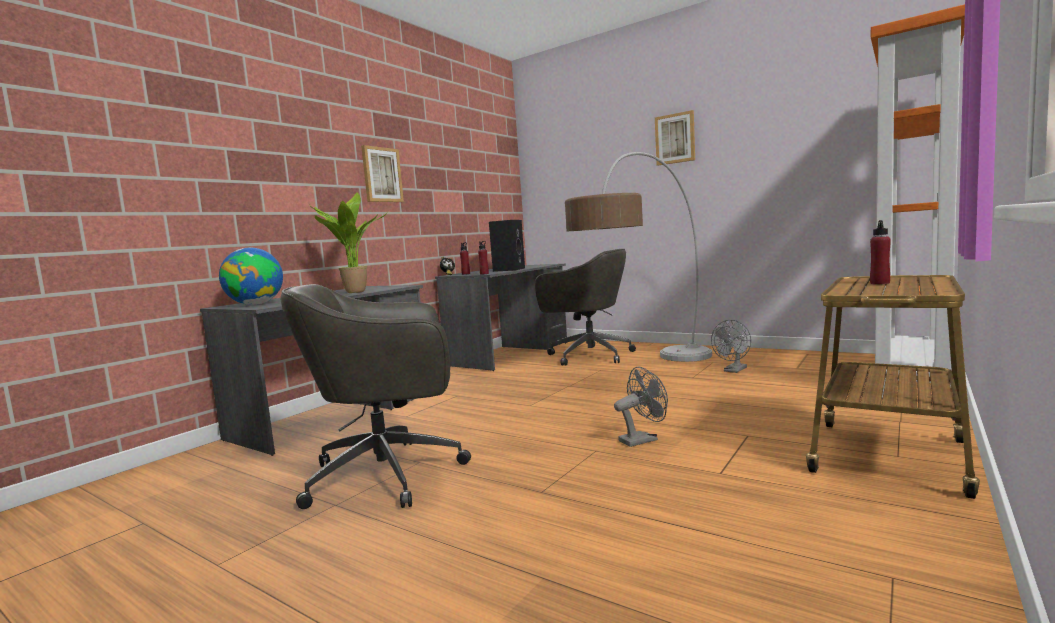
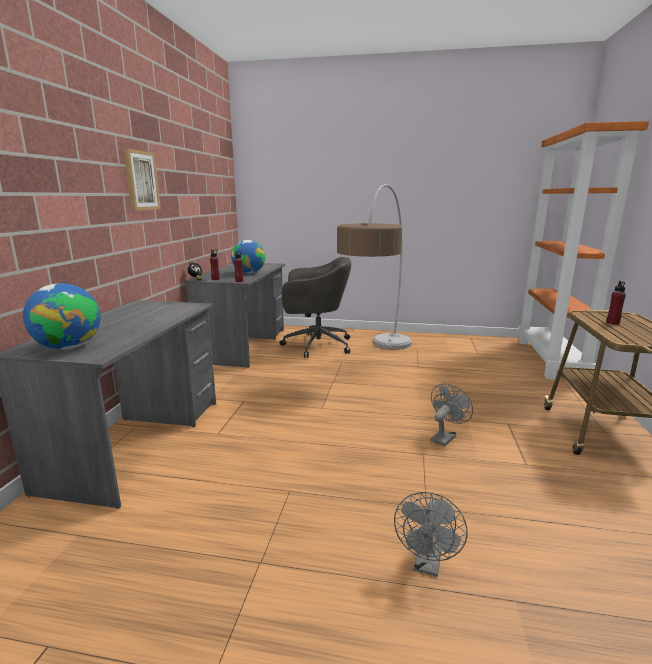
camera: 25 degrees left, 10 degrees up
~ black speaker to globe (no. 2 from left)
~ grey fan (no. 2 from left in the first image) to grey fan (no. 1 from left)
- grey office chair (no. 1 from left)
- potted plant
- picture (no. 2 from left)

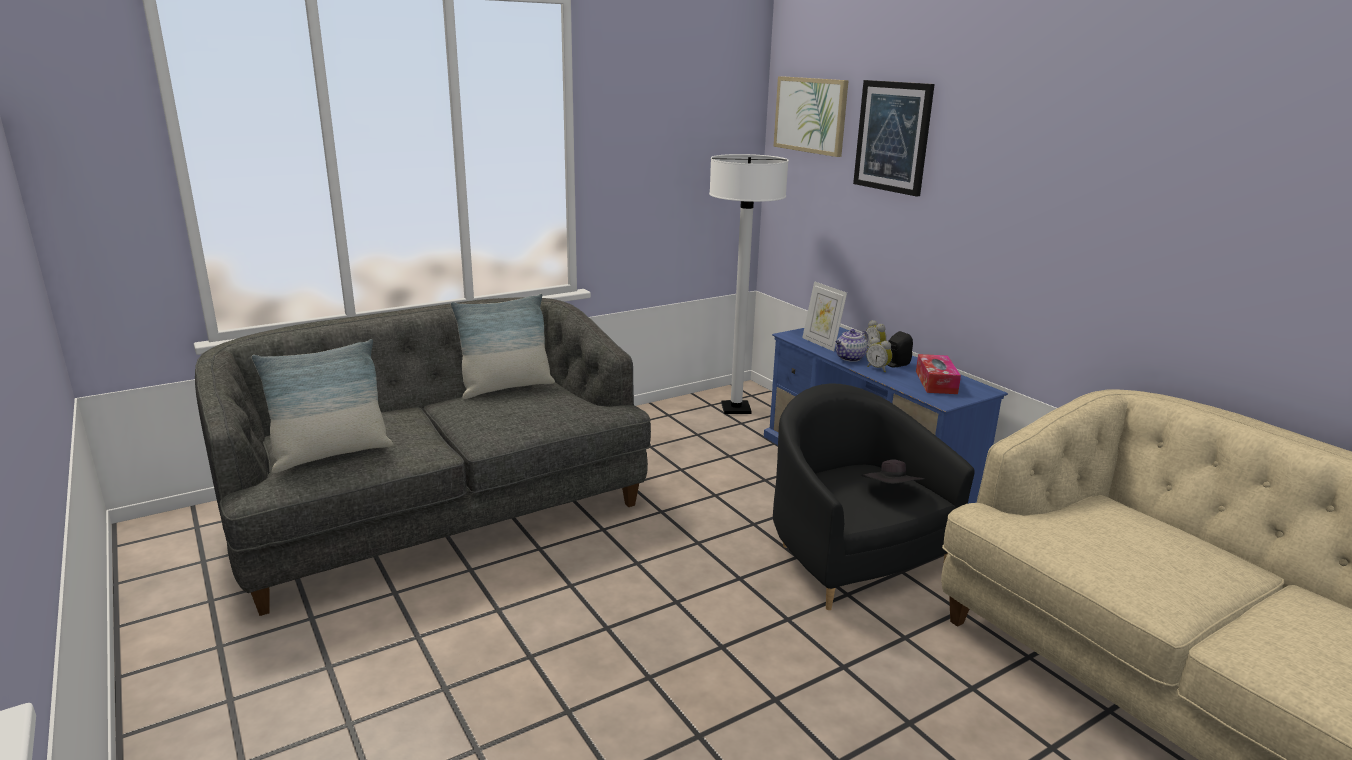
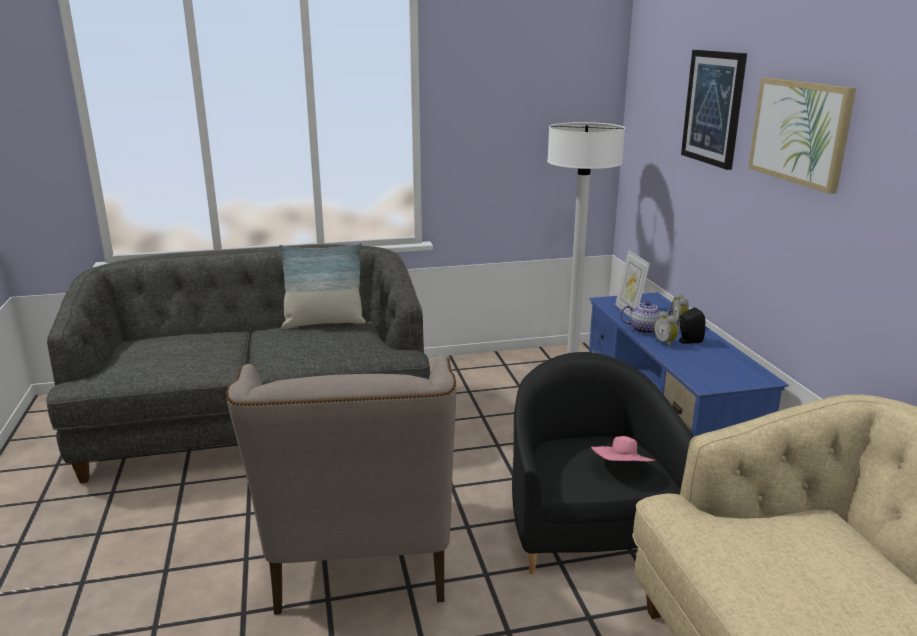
camera: 20 degrees right, 0 degrees up
+ beige armchair
~ black hat to pink hat
~ teapot 150 degrees counterclockwise
~ picture (no. 1 from left in the first image) to picture (no. 2 from left)
- pillow (no. 1 from left)
- tissue box

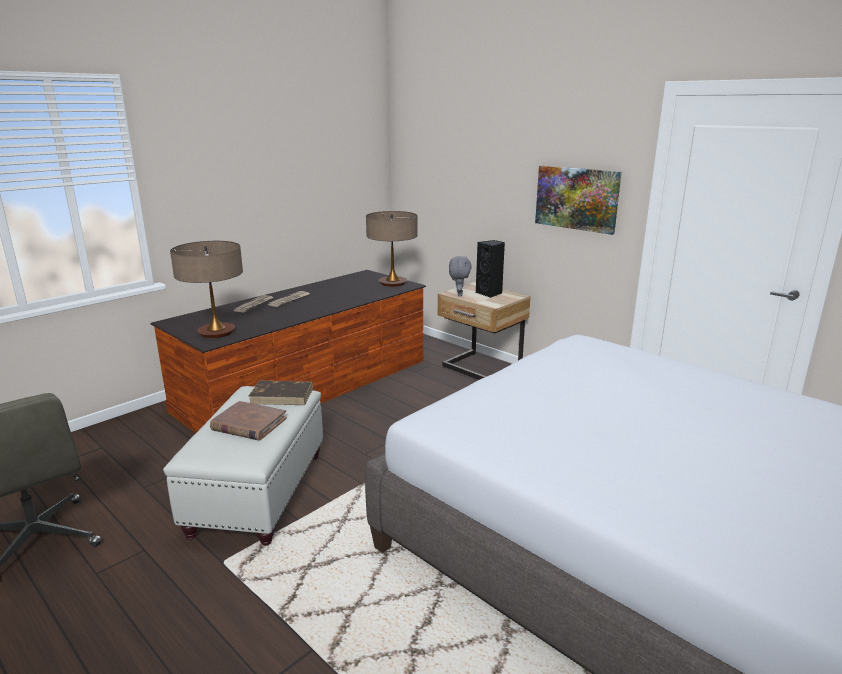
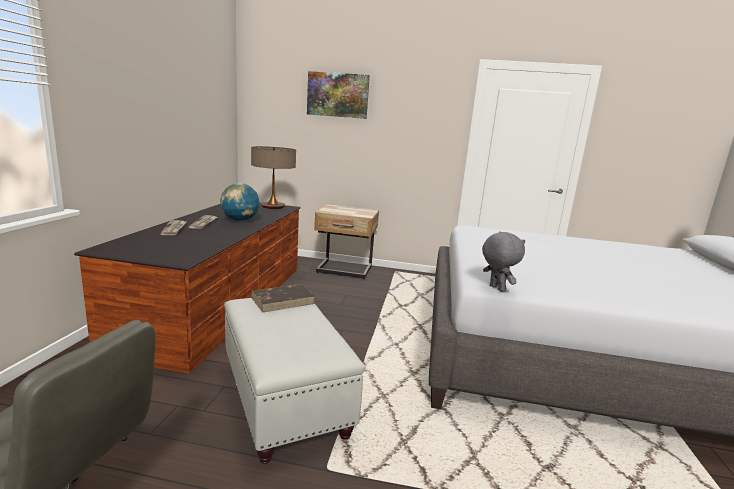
camera: 35 degrees left, 5 degrees down
+ globe
~ picture
~ grey plush toy
- table lamp (no. 1 from left)
- brown book (no. 1 from left)
- black speaker

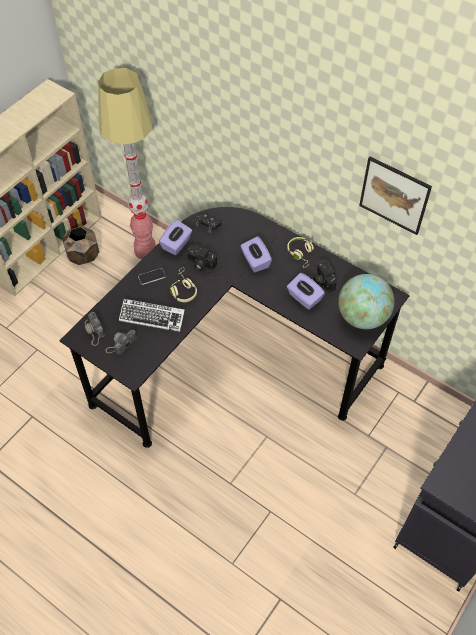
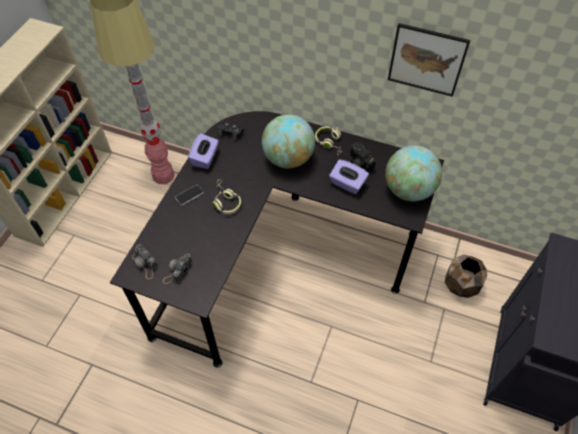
camera: 15 degrees left, 0 degrees up
~ purple tissue box (no. 2 from left) to globe (no. 1 from left)
~ brown planter
- keyboard
- photo camera (no. 3 from left)

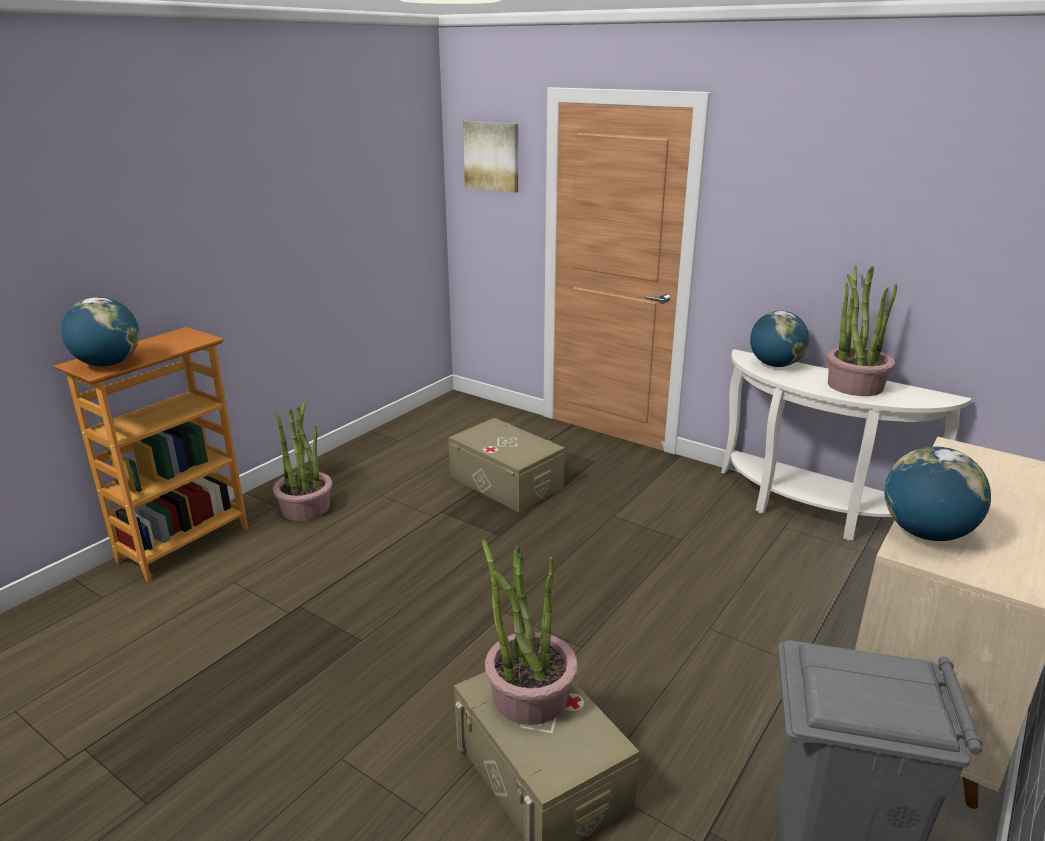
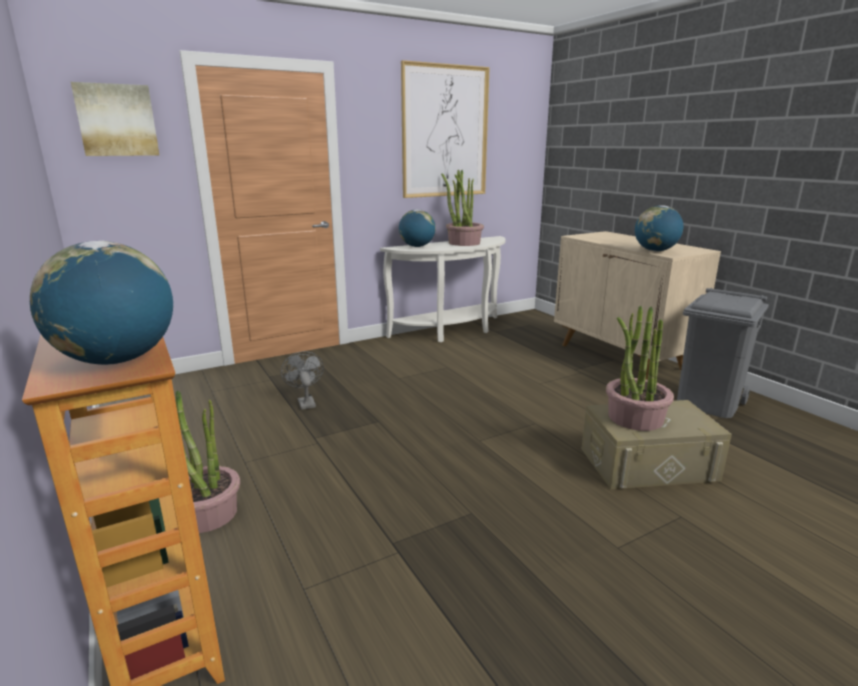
camera: 65 degrees left, 5 degrees down
~ beige storage box (no. 1 from left) to grey fan
+ picture (no. 2 from left)

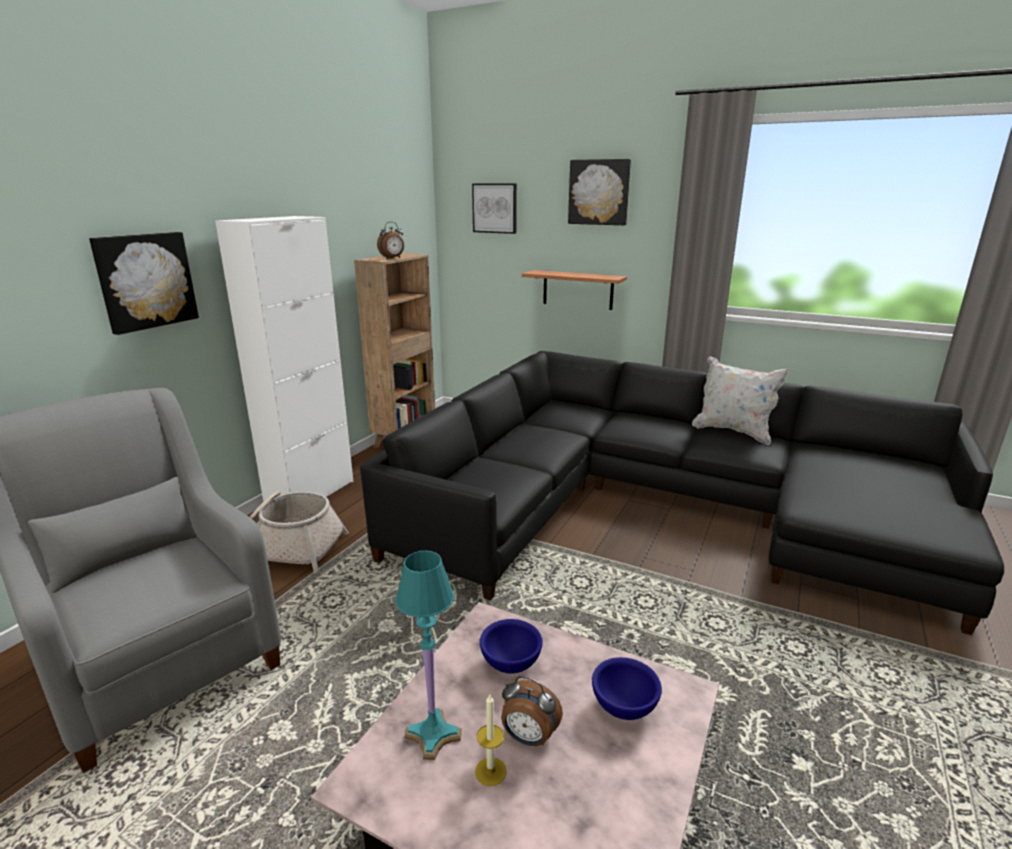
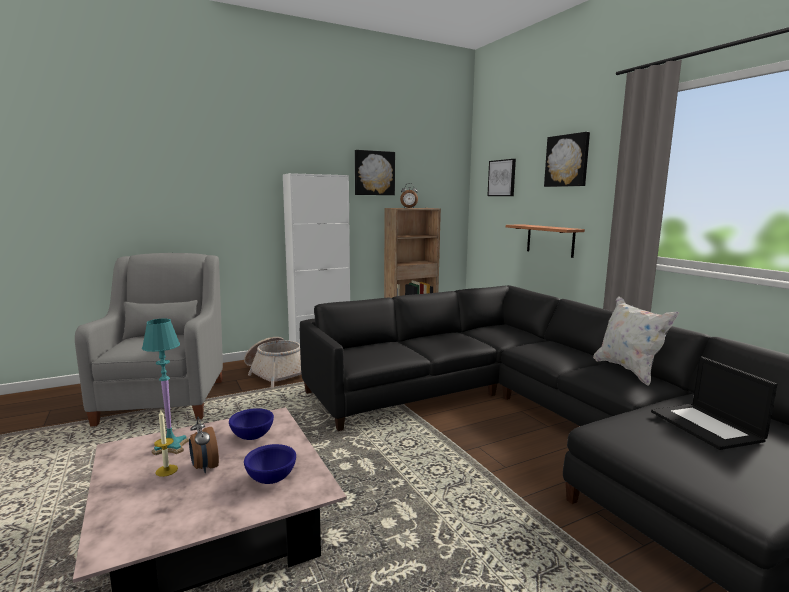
camera: 35 degrees right, 10 degrees down
~ picture (no. 1 from left)
+ laptop

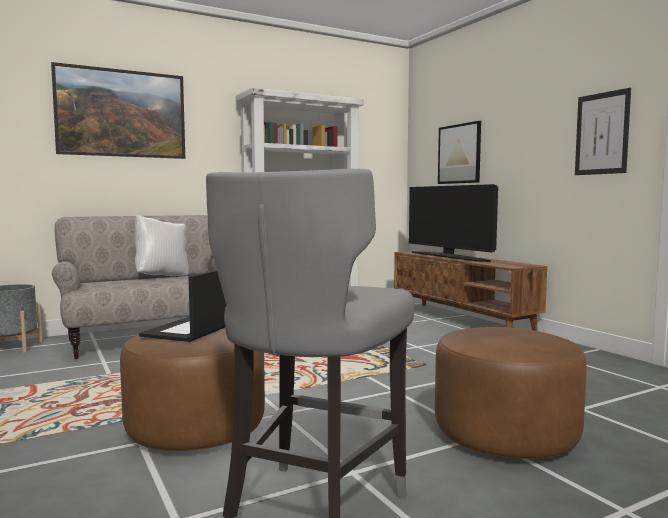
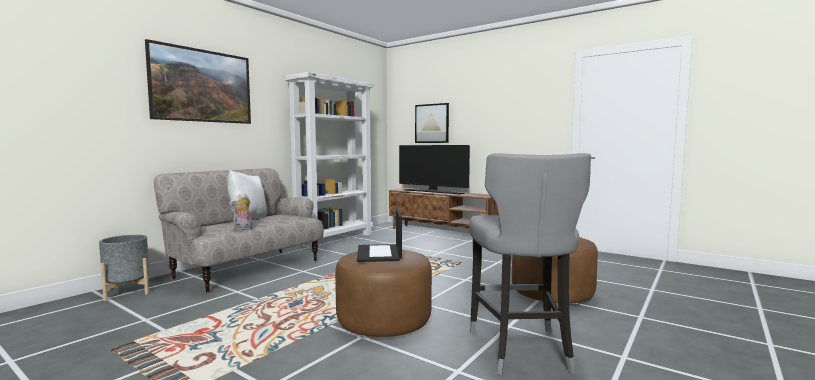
camera: 25 degrees left, 0 degrees up
+ plush toy
- picture (no. 3 from left)

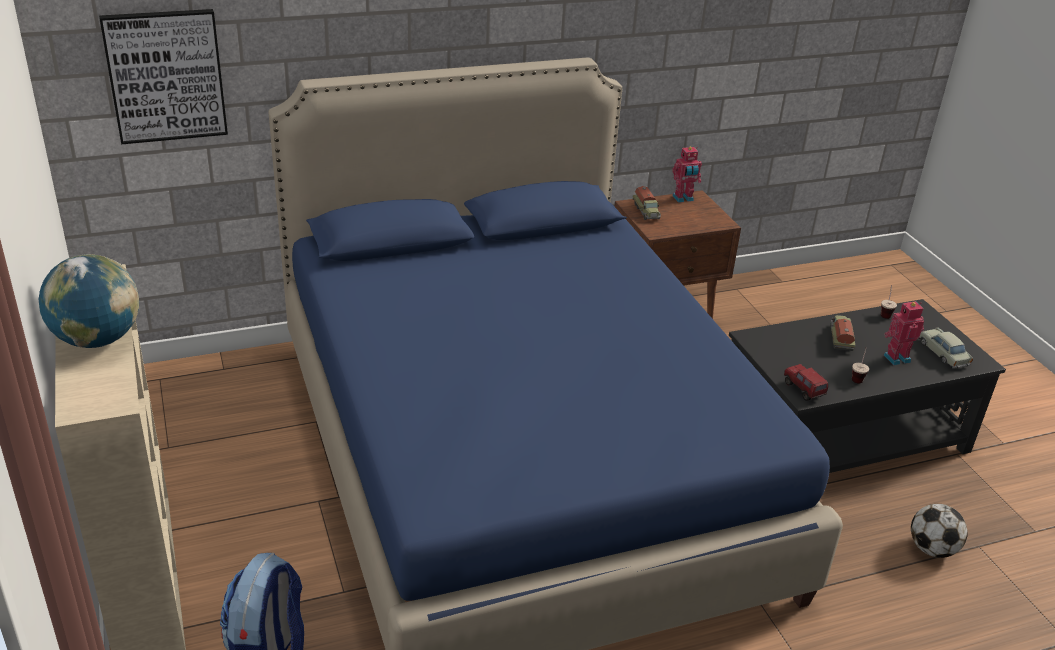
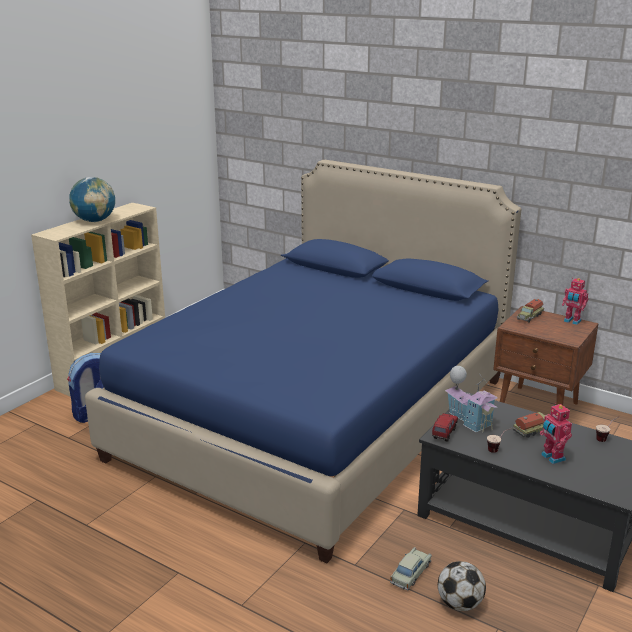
camera: 55 degrees right, 10 degrees down
~ beige toy car
+ toy house
~ toy robot (no. 2 from left in the first image) 150 degrees counterclockwise
- picture

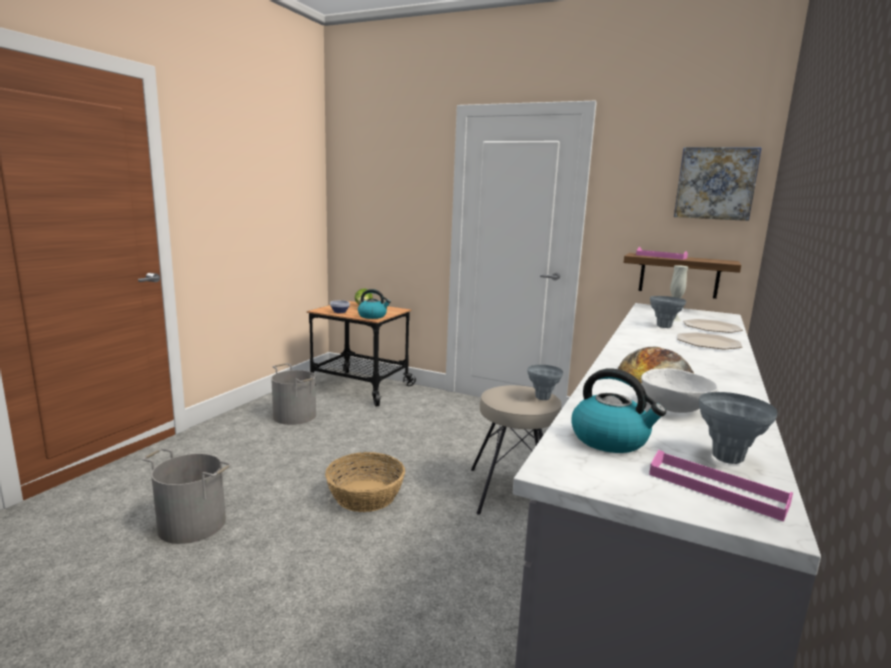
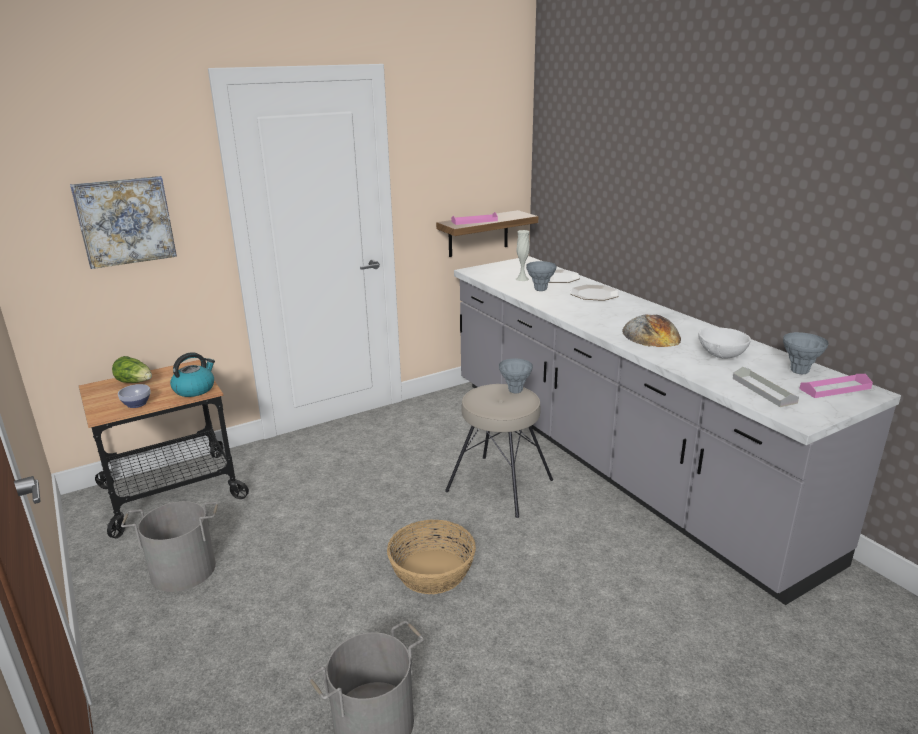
camera: 55 degrees left, 10 degrees up
~ picture
~ kettle (no. 2 from left) to grey tray

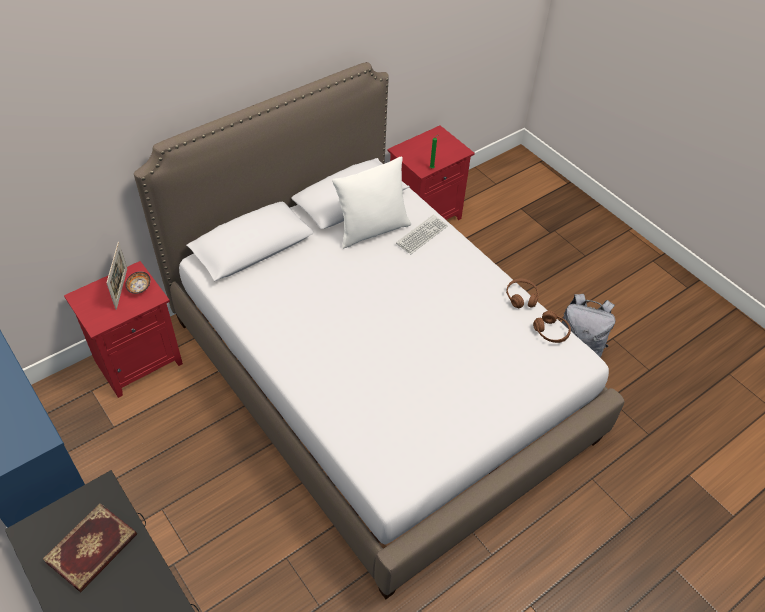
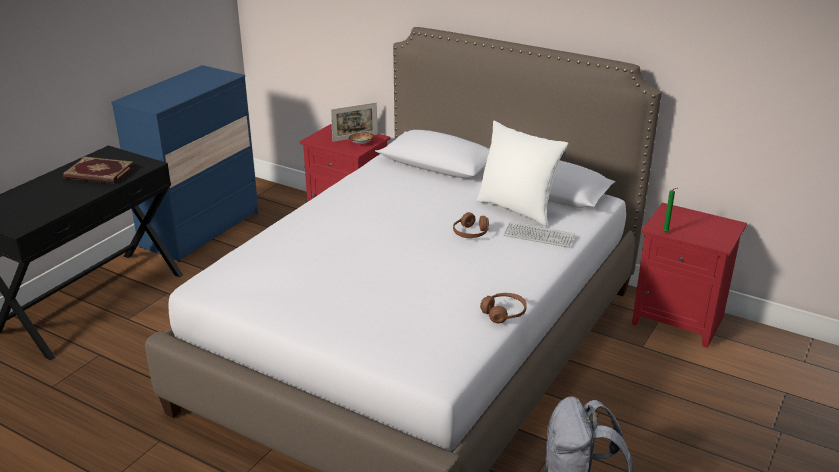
camera: 70 degrees right, 20 degrees down
~ brown headphones (no. 2 from left in the first image) to brown headphones (no. 1 from left)

